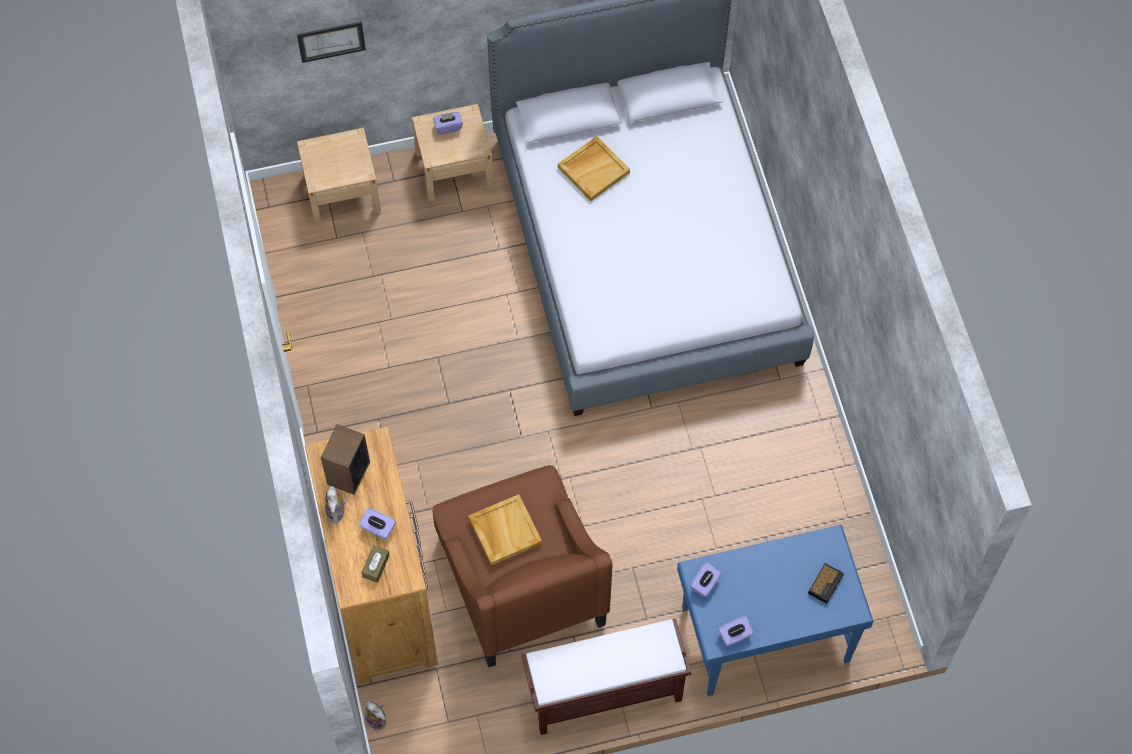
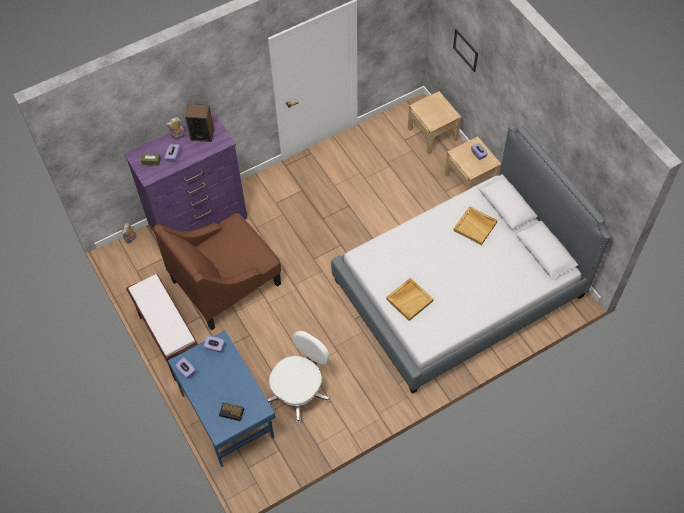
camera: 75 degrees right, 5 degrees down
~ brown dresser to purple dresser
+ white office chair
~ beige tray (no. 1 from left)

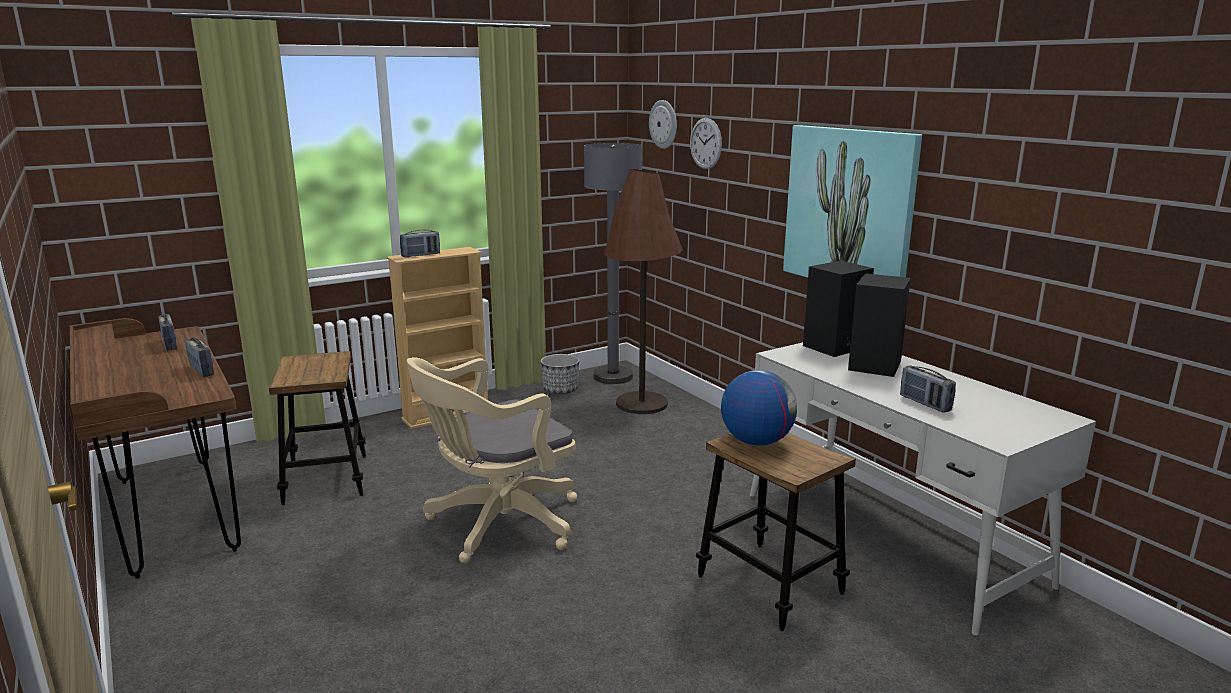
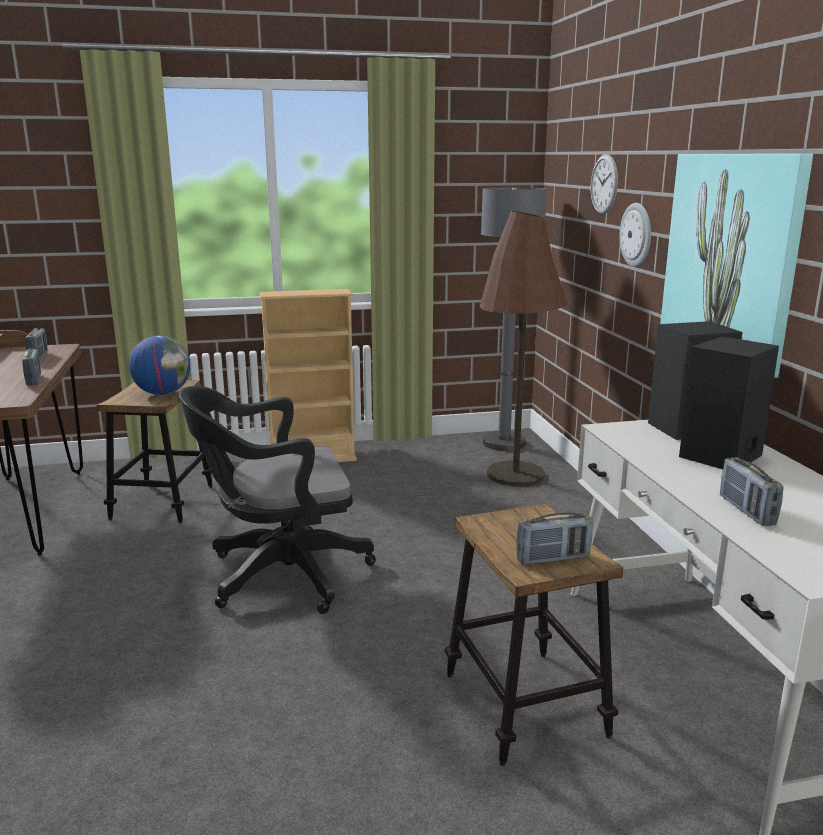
camera: 20 degrees right, 0 degrees up
~ globe
~ beige office chair to black office chair
~ radio (no. 3 from left)
~ wall clock (no. 1 from left in the first image) to wall clock (no. 2 from left)
- planter

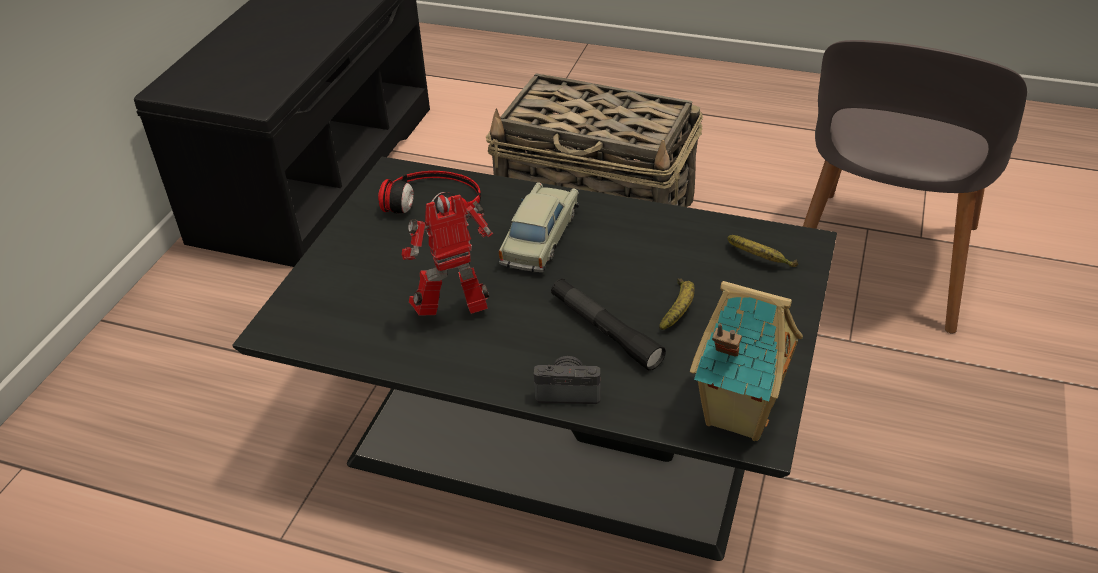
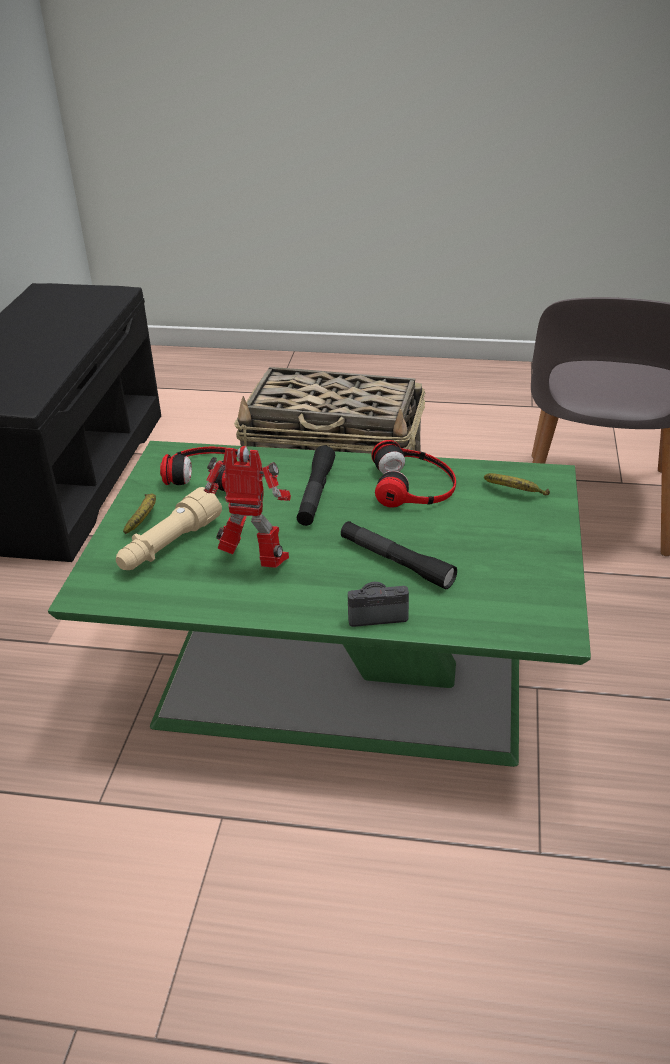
camera: 10 degrees left, 5 degrees down
~ black coffee table to green coffee table
+ beige flashlight
~ banana (no. 1 from left)
~ toy robot 45 degrees clockwise
~ beige toy car to black flashlight (no. 1 from left)
+ headphones (no. 2 from left)
- toy house

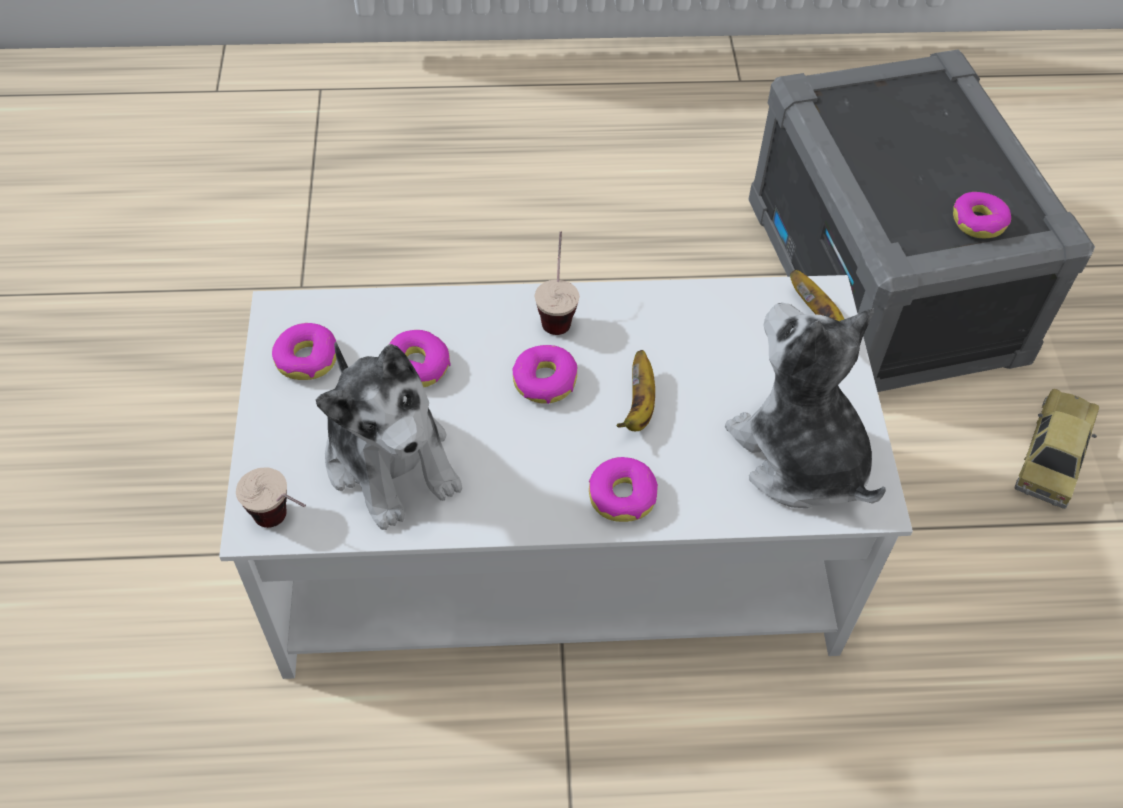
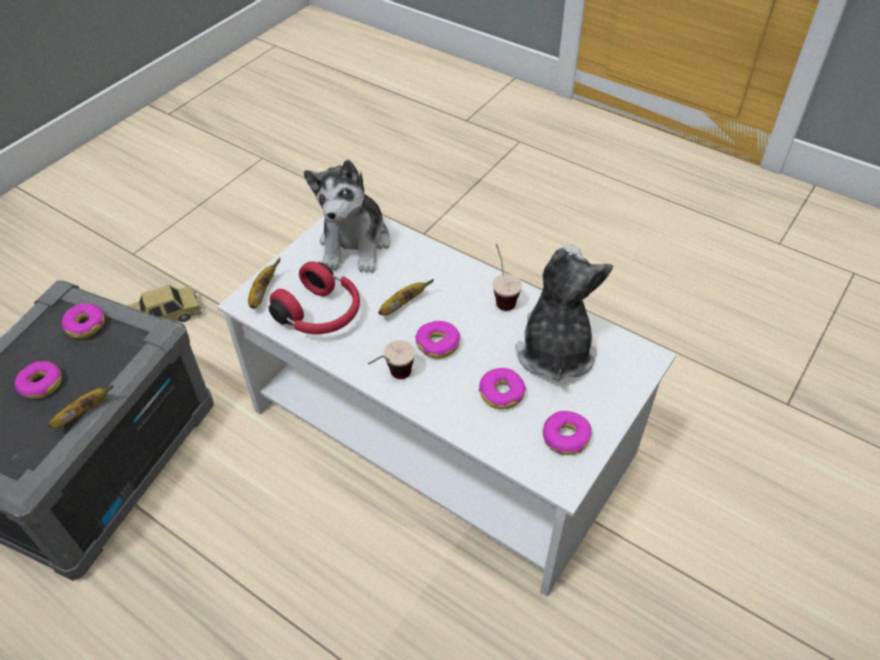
camera: 140 degrees left, 5 degrees down
~ donut (no. 4 from left in the first image) to donut (no. 1 from left)
+ banana (no. 1 from left)
+ red headphones
~ cup (no. 1 from left in the first image) to cup (no. 2 from left)

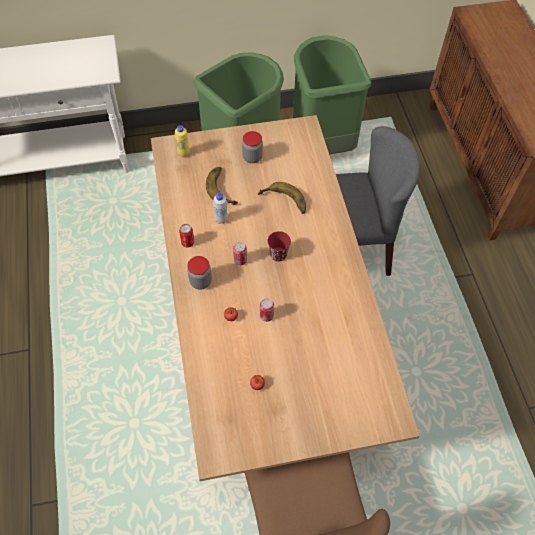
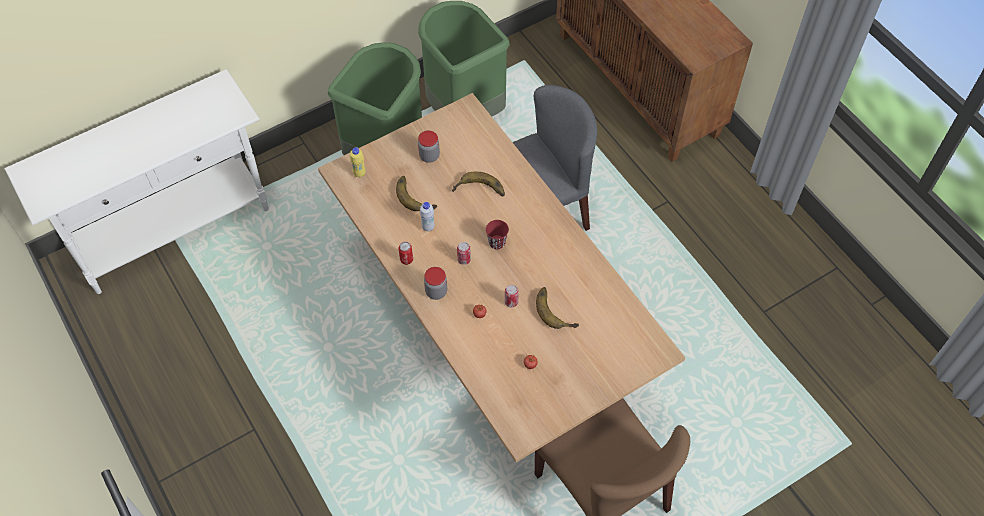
camera: 20 degrees left, 0 degrees up
+ banana (no. 3 from left)

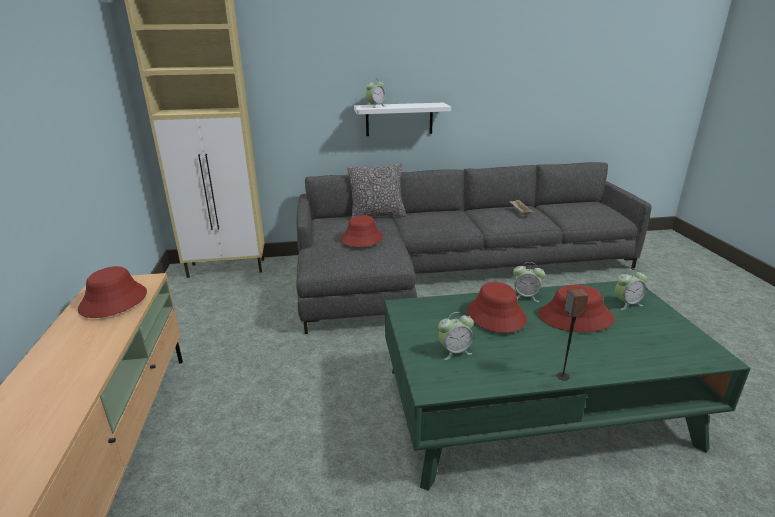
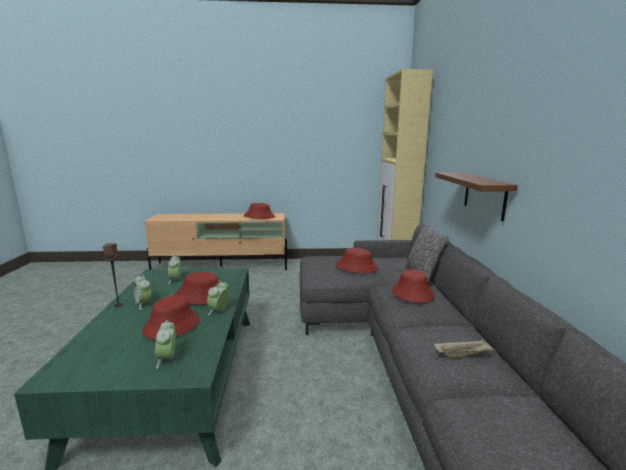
camera: 95 degrees right, 10 degrees down
~ alarm clock (no. 1 from left)
+ red hat (no. 5 from left)
~ white shelf to brown shelf

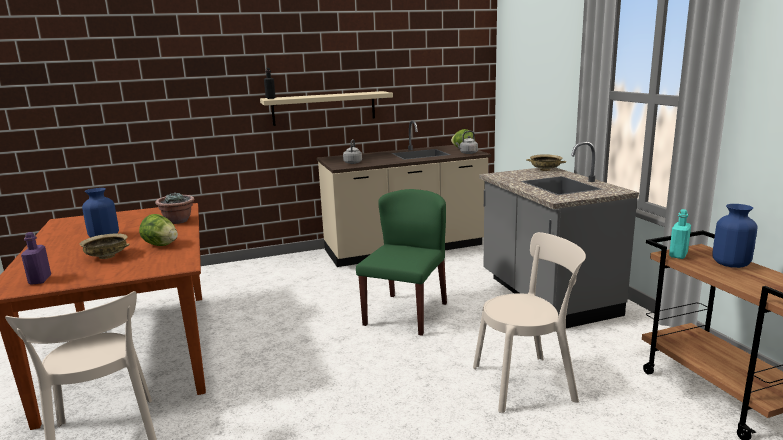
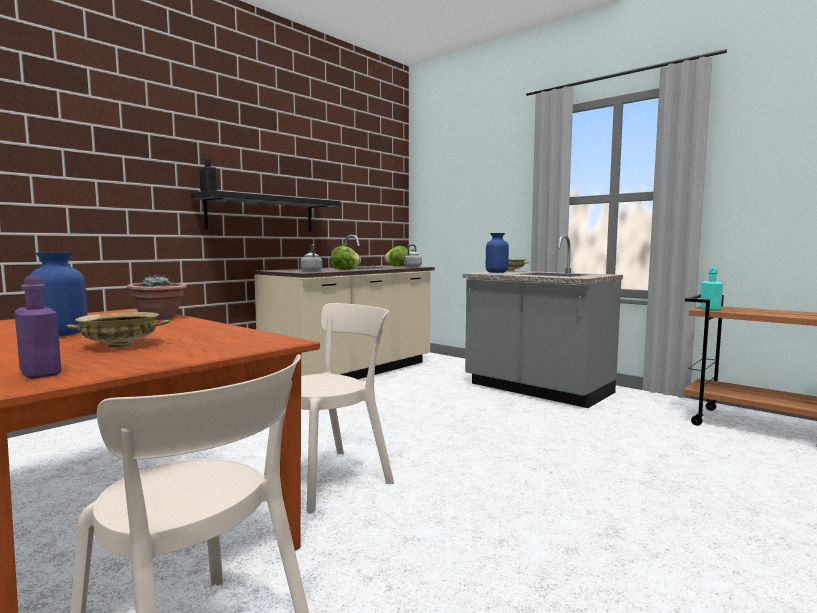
camera: 30 degrees left, 10 degrees down
~ beige shelf to black shelf
~ beige chair (no. 2 from left)
~ lettuce (no. 1 from left)
~ blue vase (no. 2 from left)
- green chair

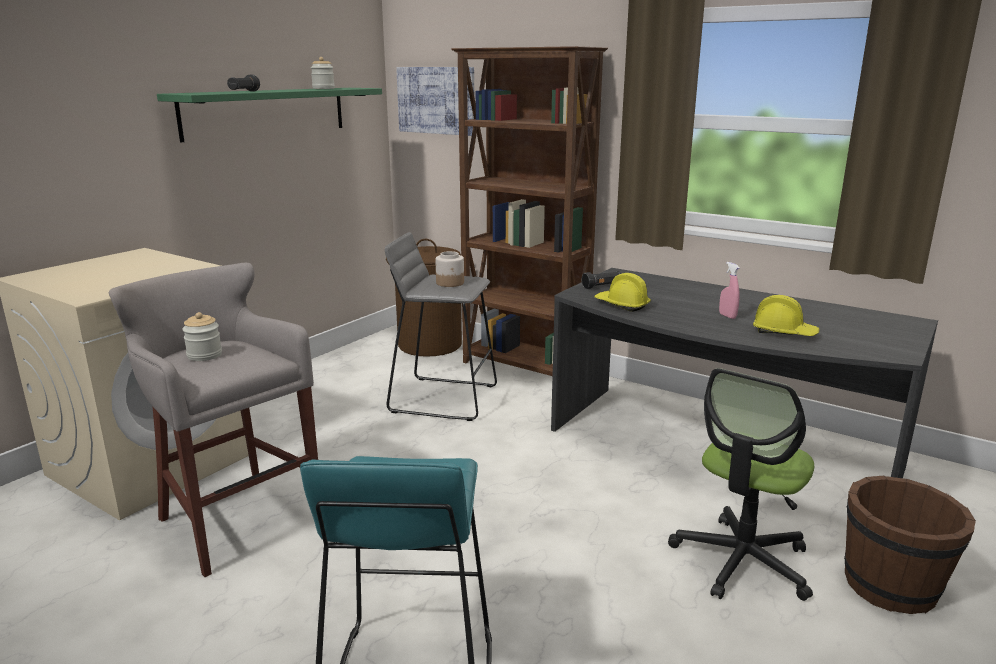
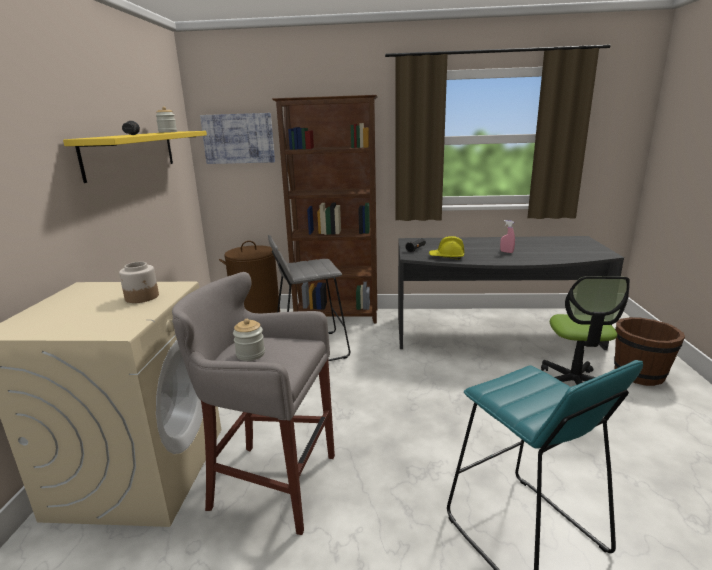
camera: 30 degrees left, 0 degrees up
~ green shelf to yellow shelf
~ jar (no. 3 from left in the first image) to jar (no. 1 from left)
- yellow hard hat (no. 2 from left)

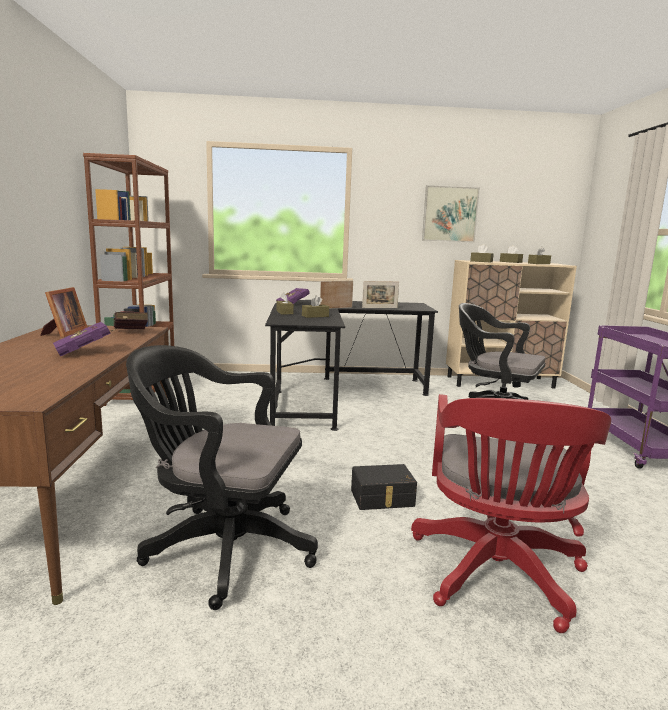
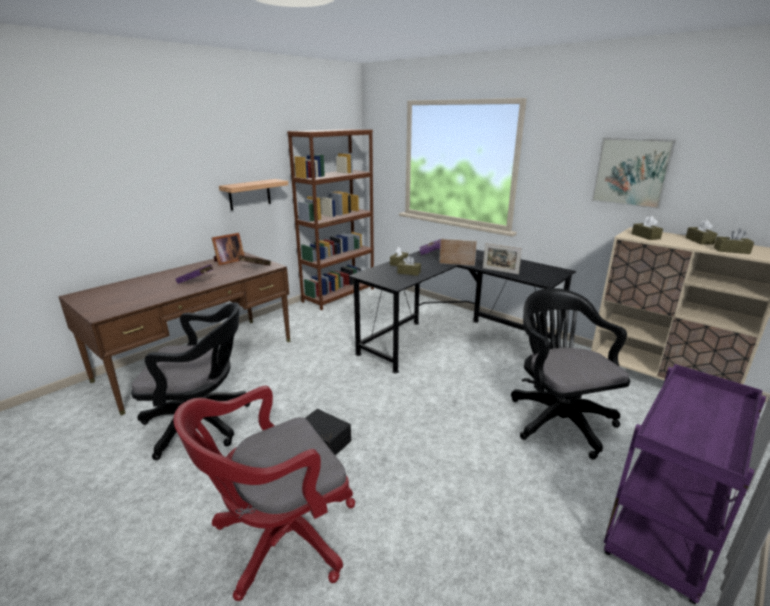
camera: 45 degrees right, 10 degrees up
~ black office chair (no. 1 from left) 120 degrees clockwise
+ shelf

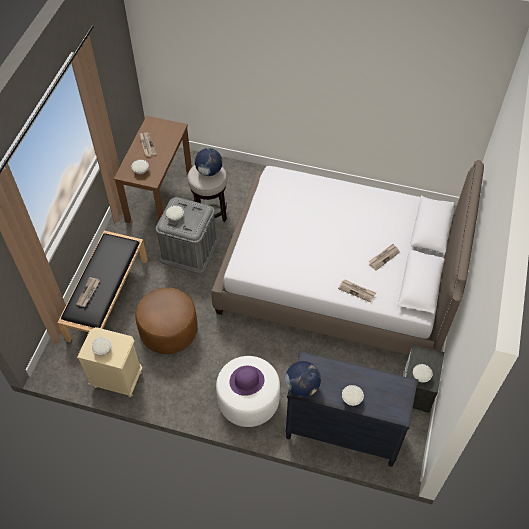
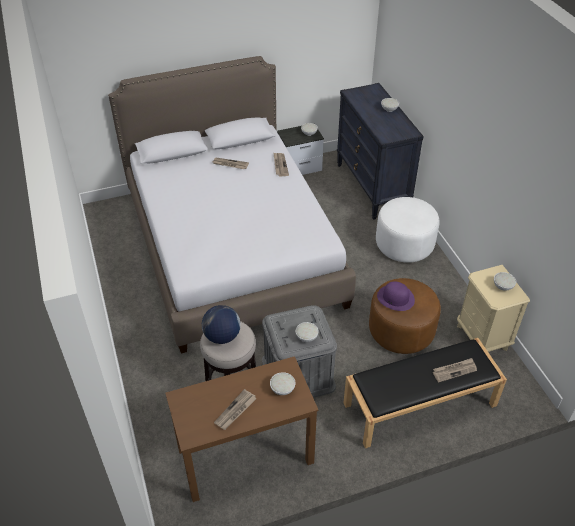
camera: 125 degrees left, 10 degrees down
~ purple hat
- globe (no. 2 from left)

